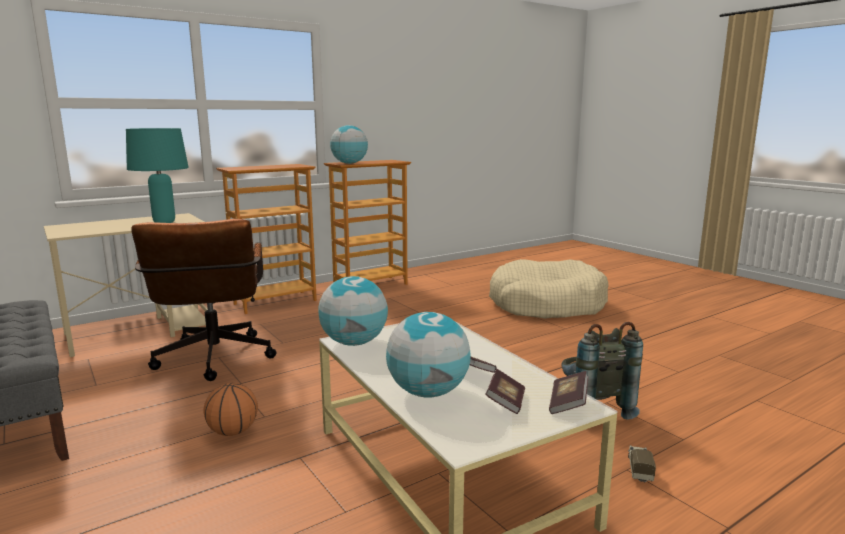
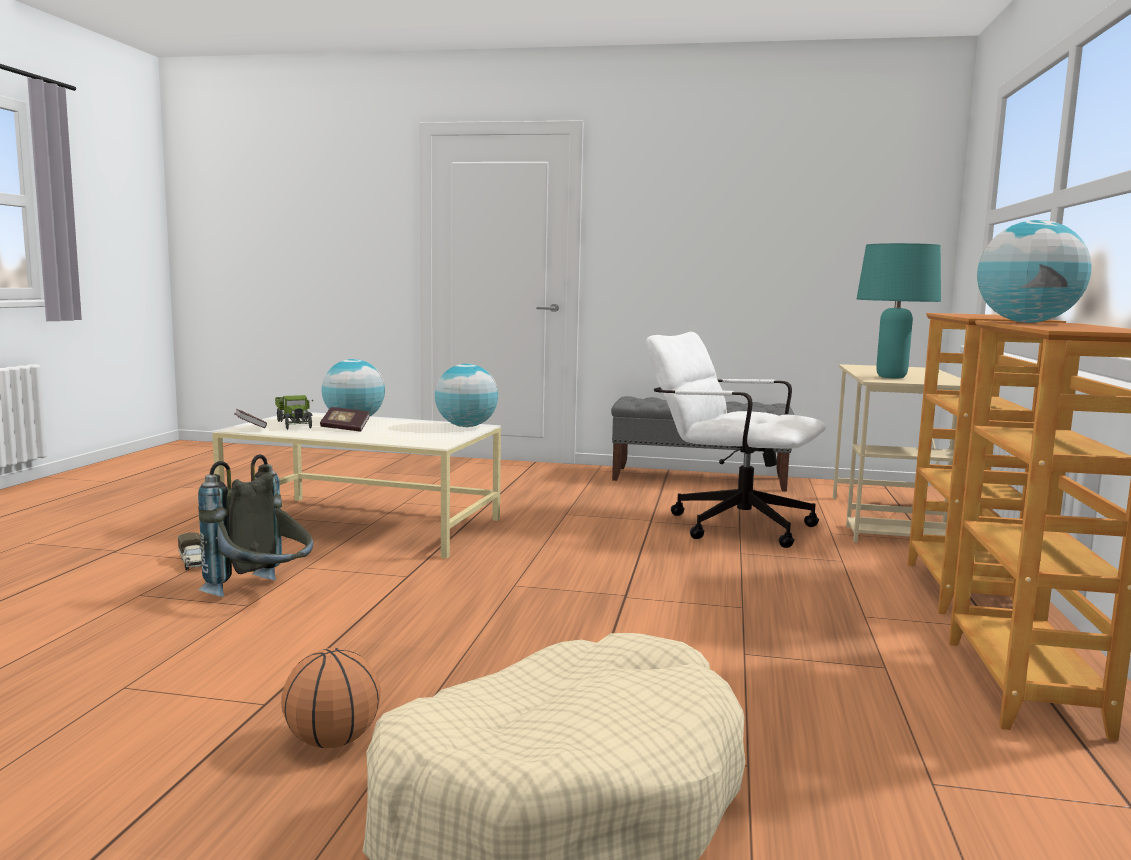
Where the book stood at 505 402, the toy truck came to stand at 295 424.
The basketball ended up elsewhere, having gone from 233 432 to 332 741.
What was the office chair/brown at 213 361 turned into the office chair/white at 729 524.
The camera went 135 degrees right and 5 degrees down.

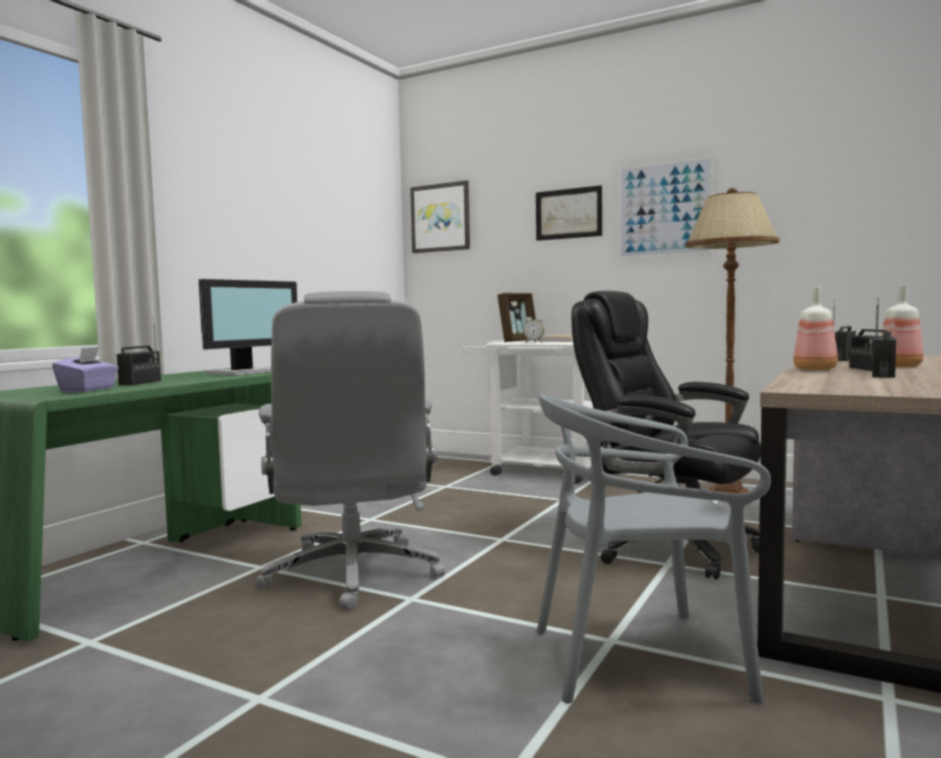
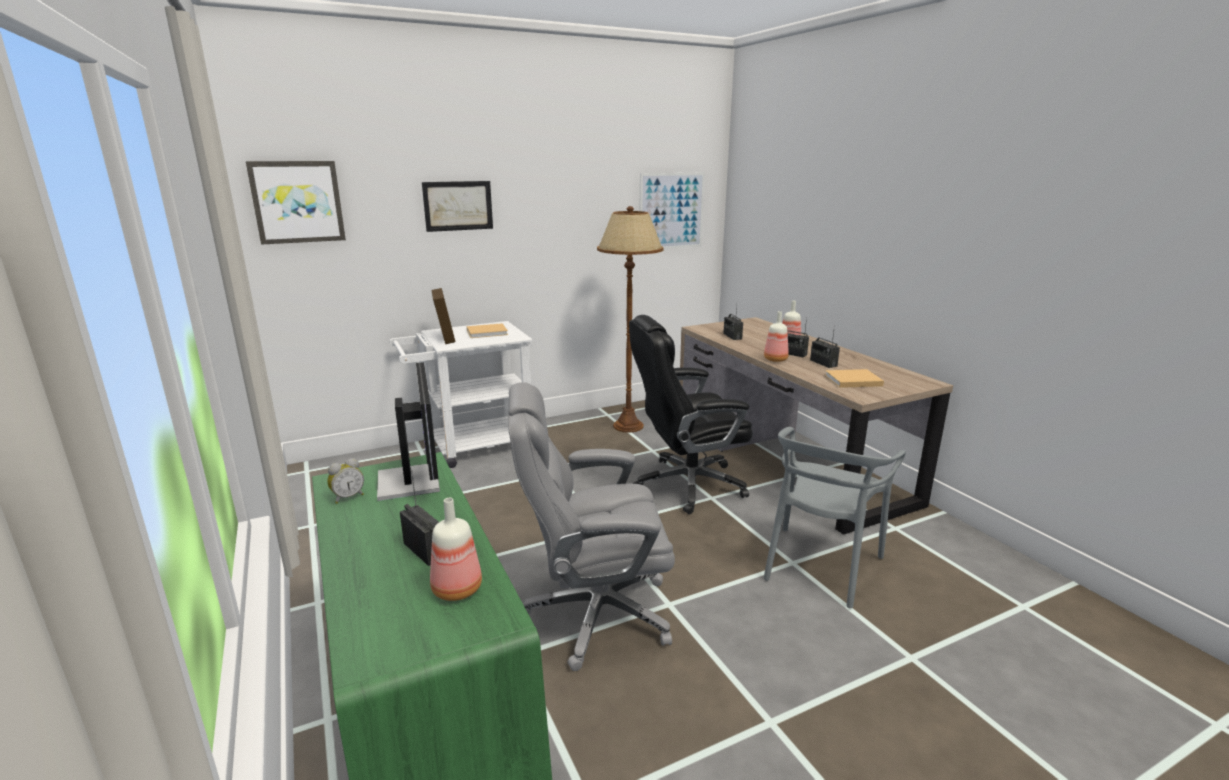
The alarm clock ended up elsewhere, having gone from 534 342 to 348 497.
Where the tissue box/purple stood at 88 390, the bottle came to stand at 455 589.
The office chair/grey at 353 574 ended up facing another way, 150 degrees clockwise from before.
The picture ended up elsewhere, having gone from 664 209 to 671 211.
The second view gained the book/beige at 851 380.
The camera went 55 degrees left and 15 degrees up.

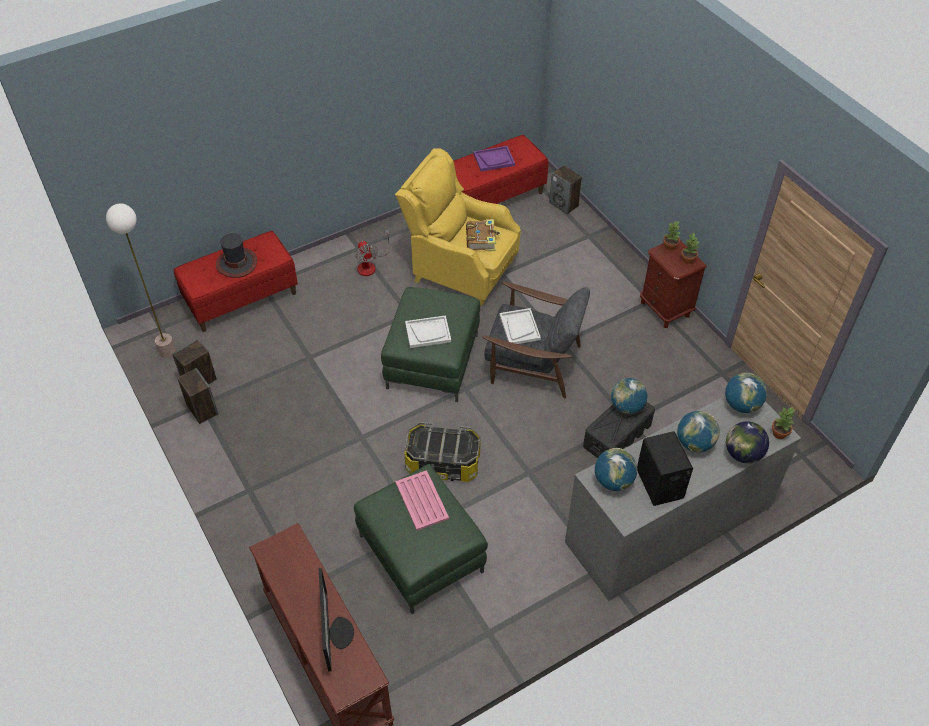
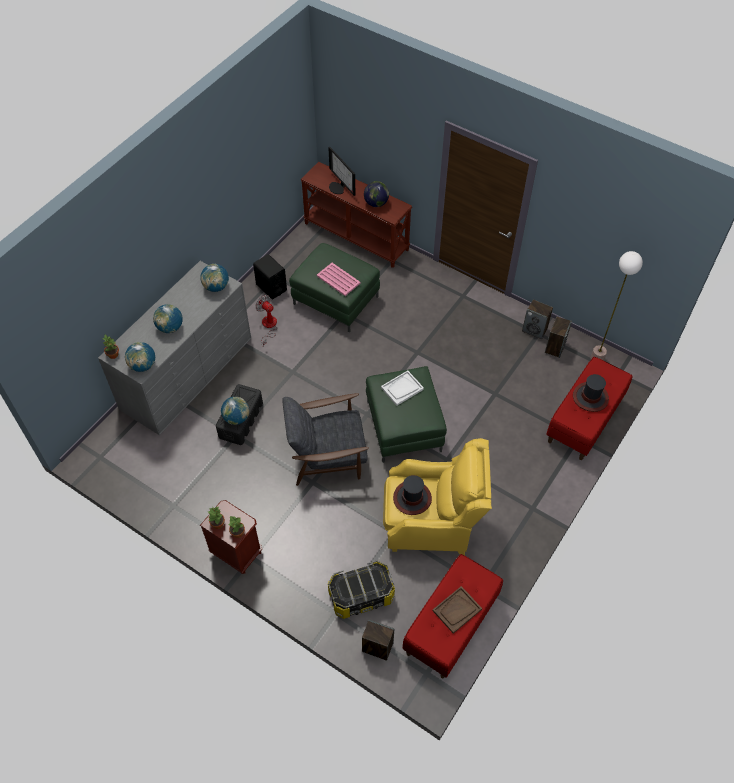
The speaker/black ended up elsewhere, having gone from 660 484 to 271 287.
The fan ended up elsewhere, having gone from 370 265 to 268 326.
The storage box ended up elsewhere, having gone from 443 463 to 361 596.
The globe ended up elsewhere, having gone from 743 454 to 376 203.
Where the book stood at 481 239, the hat came to stand at 412 498.
What was the tray/purple at 494 159 turned into the tray/brown at 457 610.
The second view lost the tray/white at 519 327.
The camera went 155 degrees right and 5 degrees up.

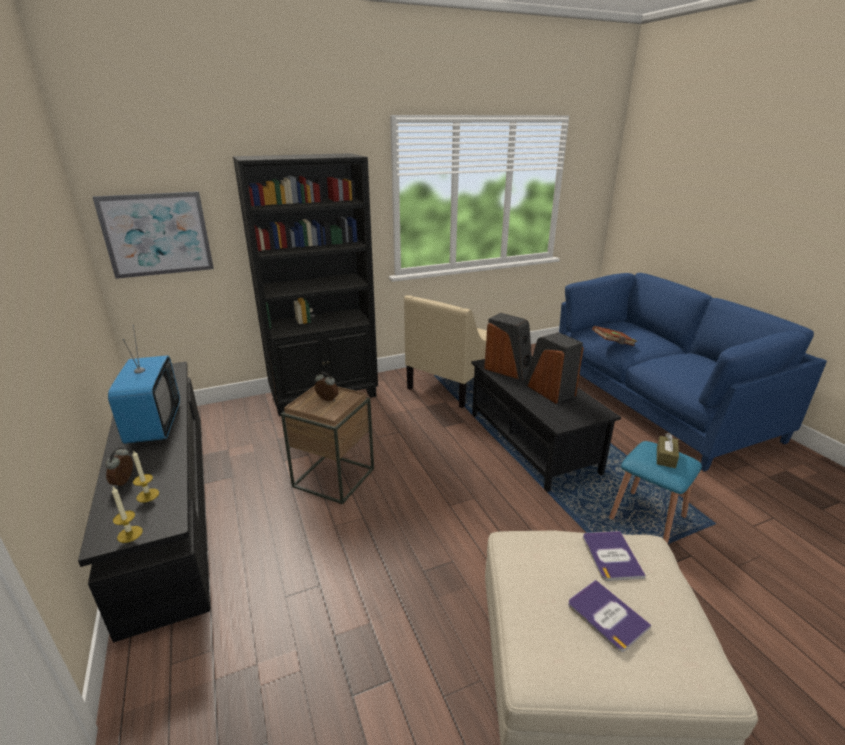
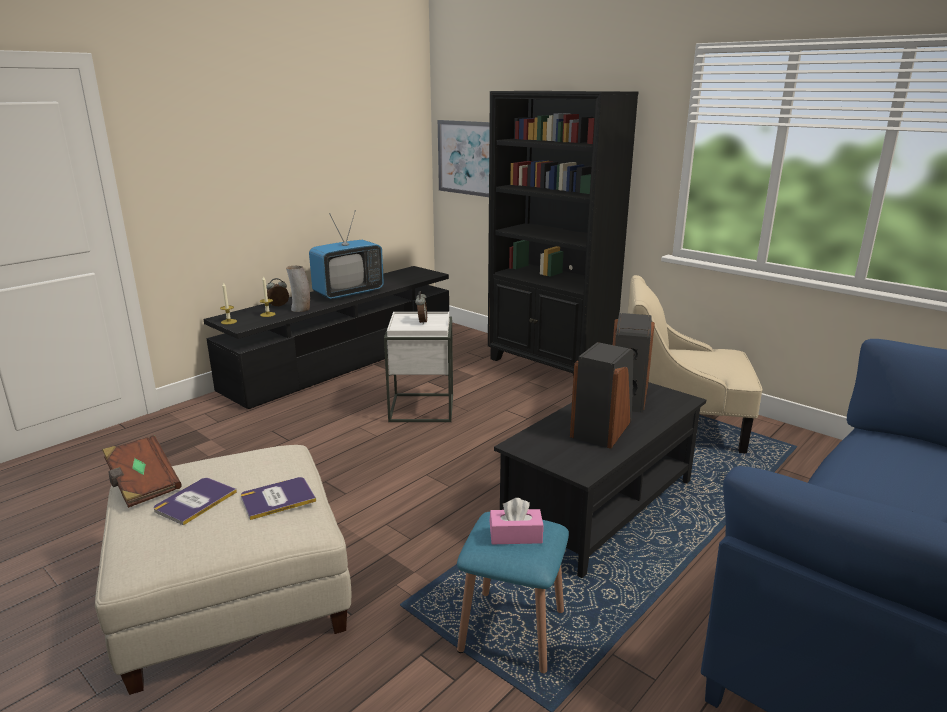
The book/brown ended up elsewhere, having gone from 613 343 to 142 484.
The second view gained the vase at 301 309.
What was the side table/brown at 333 477 turned into the side table/white at 422 408.
What was the tissue box/brown at 665 457 turned into the tissue box/pink at 515 535.
The camera went 65 degrees right and 5 degrees down.

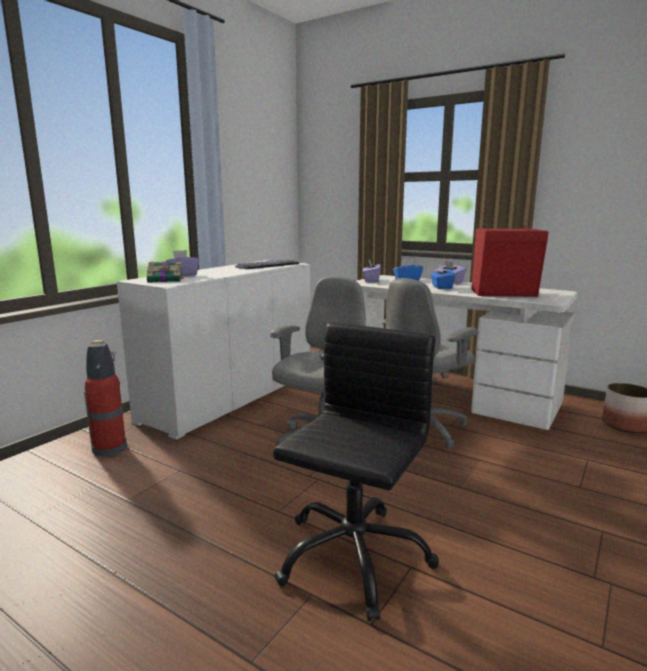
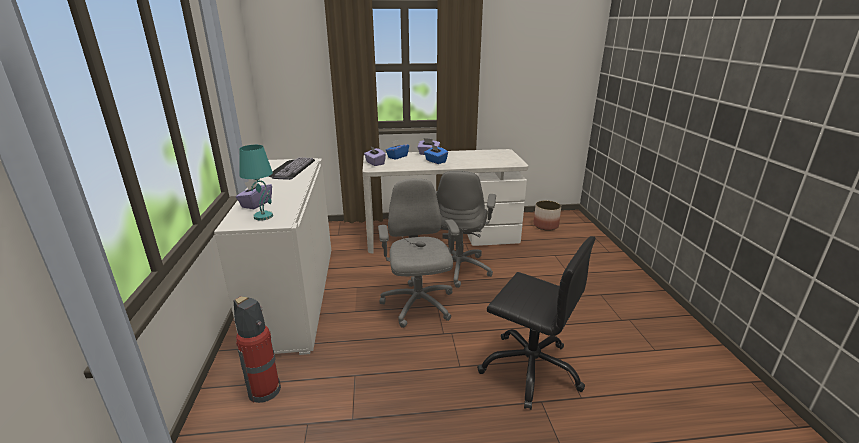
Where the book stood at 166 280, the table lamp/turquoise came to stand at 263 216.
The office chair/black at 352 556 ended up facing another way, 135 degrees clockwise from before.
The second view lost the speaker/red at 505 293.
The camera went 40 degrees left and 10 degrees up.

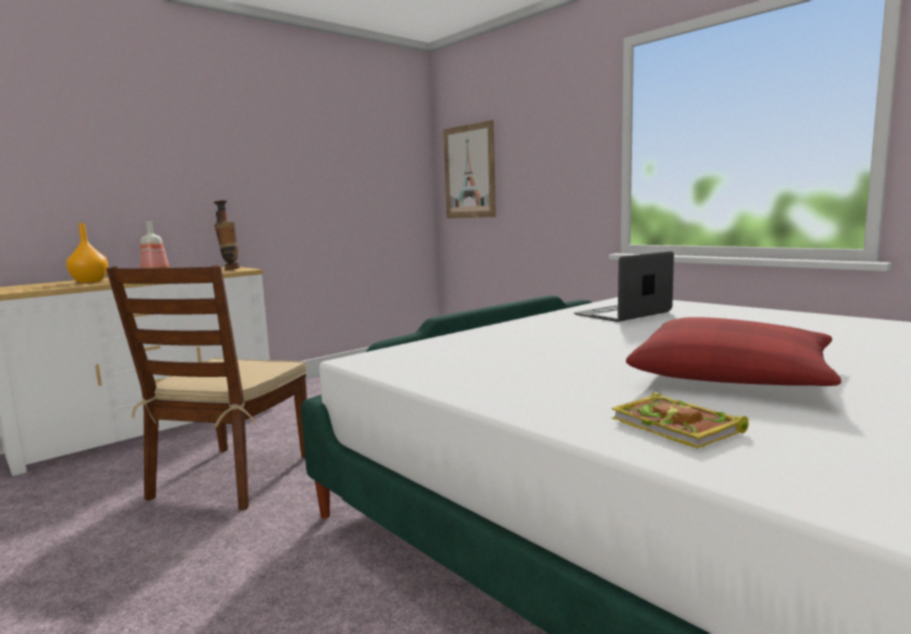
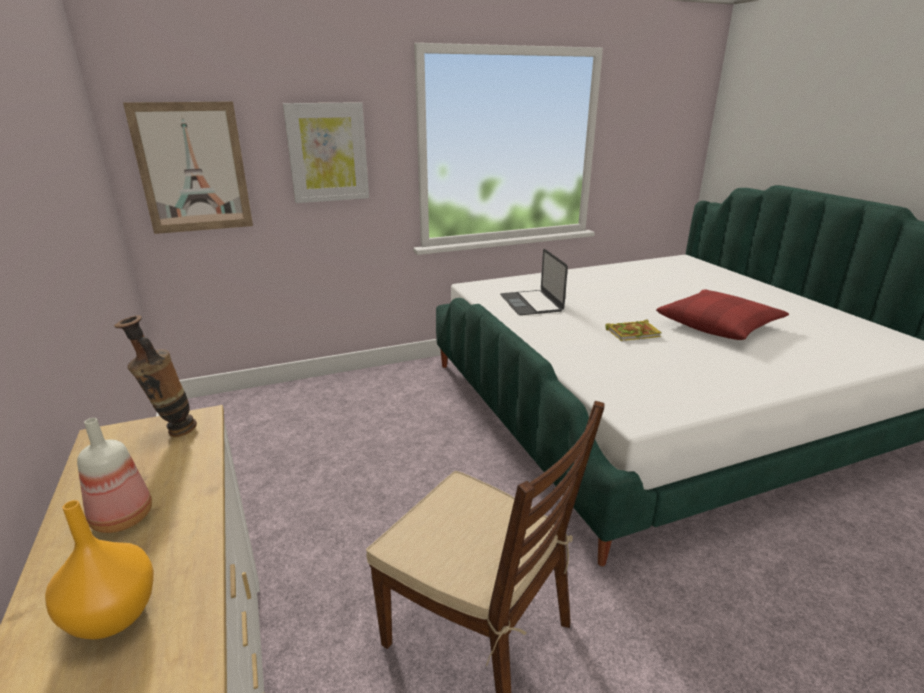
The second view gained the picture at 327 153.
The book ended up elsewhere, having gone from 679 427 to 633 333.
The camera went 70 degrees left and 15 degrees up.

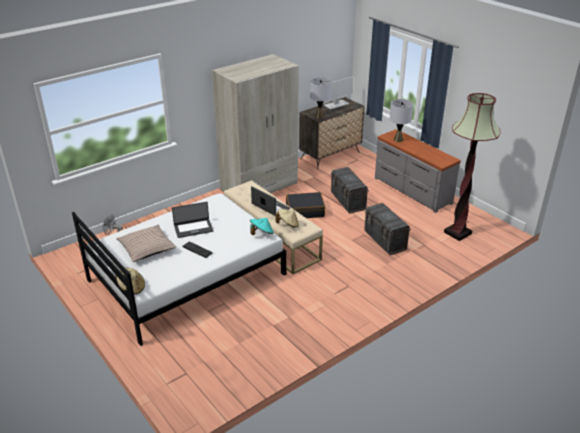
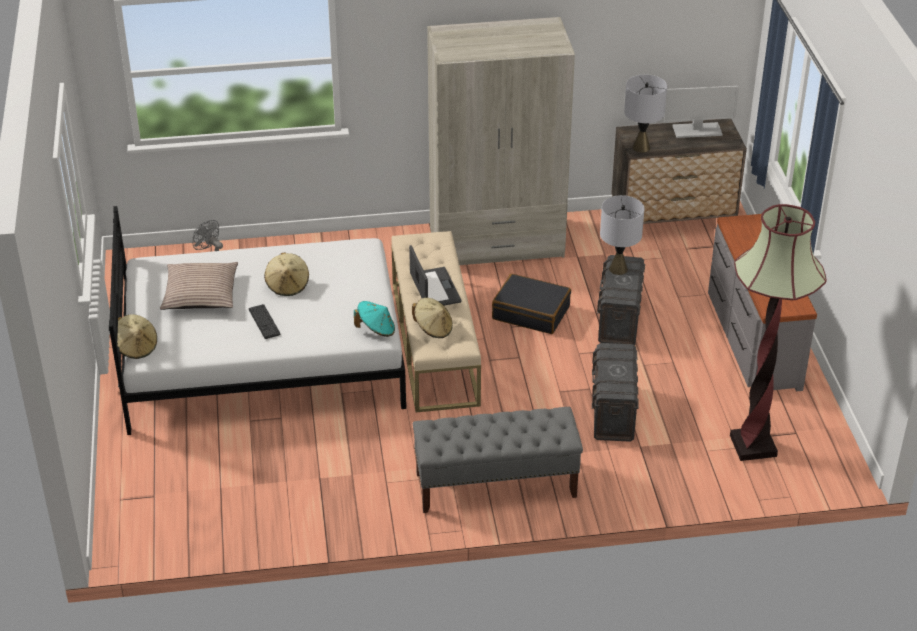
Where the laptop stood at 193 228, the hat/beige came to stand at 287 285.
The second view gained the bench/grey at 495 485.
The table lamp/grey ended up elsewhere, having gone from 398 139 to 618 269.
The camera went 30 degrees right and 5 degrees up.

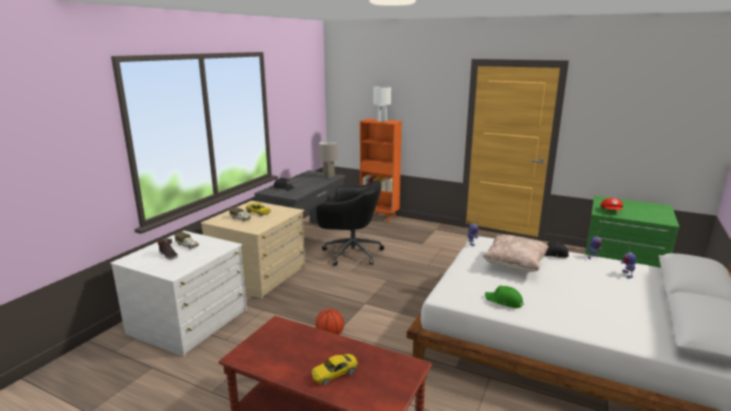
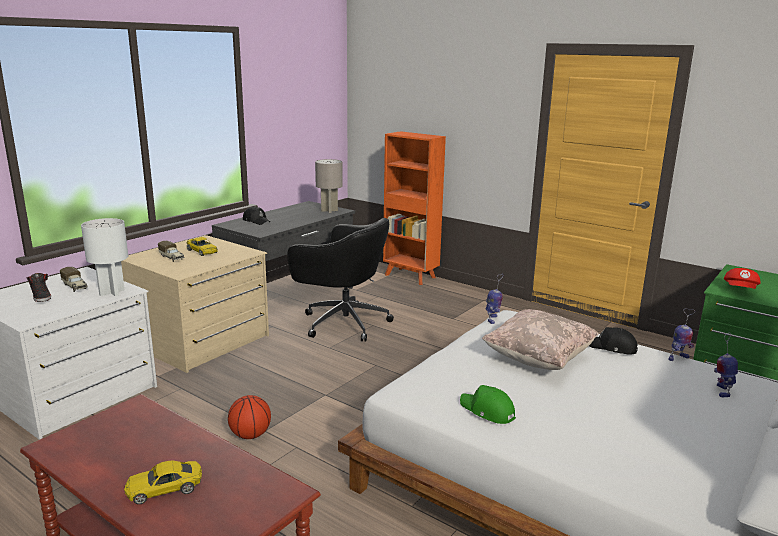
The table lamp/white ended up elsewhere, having gone from 381 120 to 112 292.
The camera went 10 degrees right and 0 degrees up.

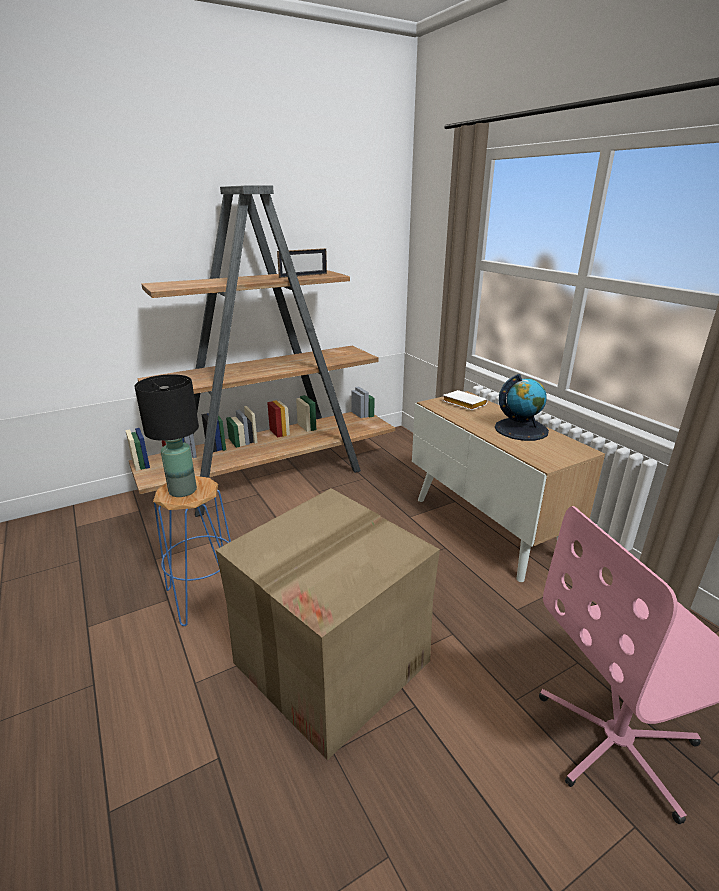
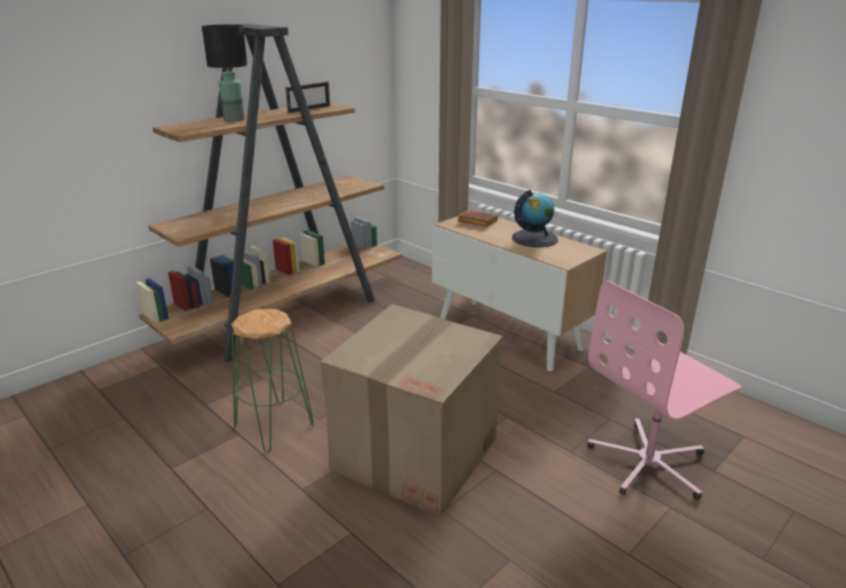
The table lamp/black ended up elsewhere, having gone from 182 491 to 234 120.
What was the stool/blue at 205 596 turned into the stool/green at 274 426.
What was the book/white at 462 404 turned into the book/brown at 476 222.
The camera went 15 degrees left and 0 degrees up.

